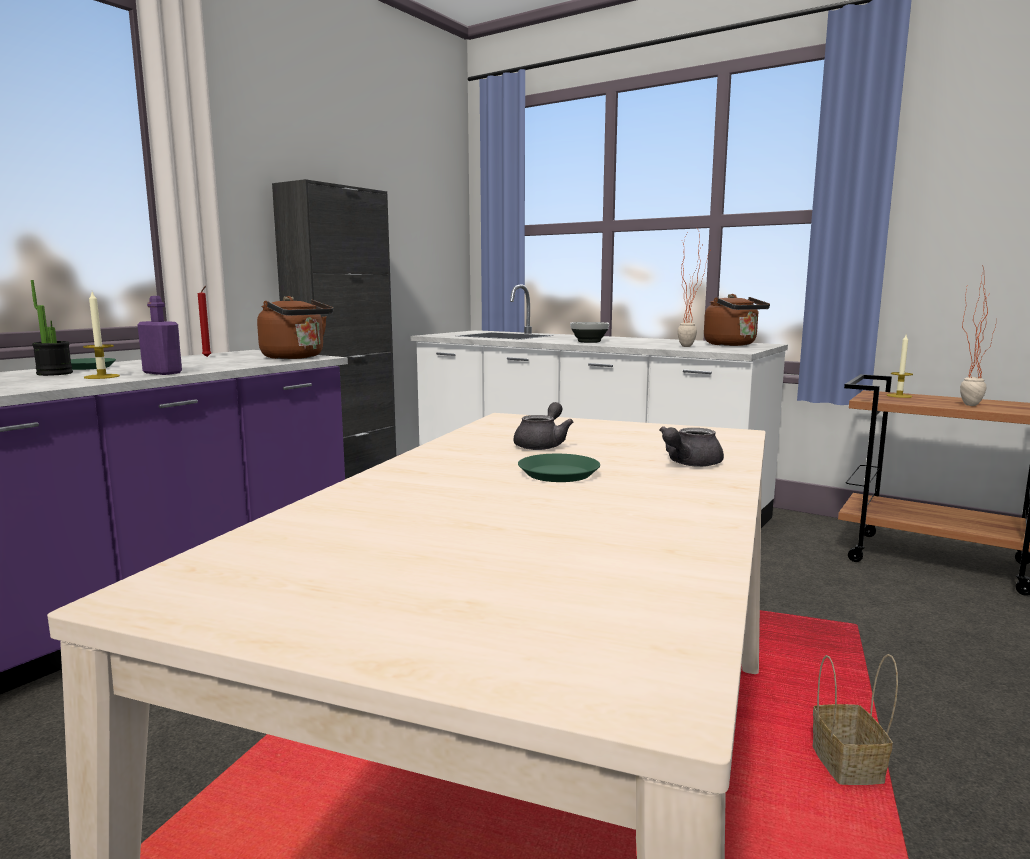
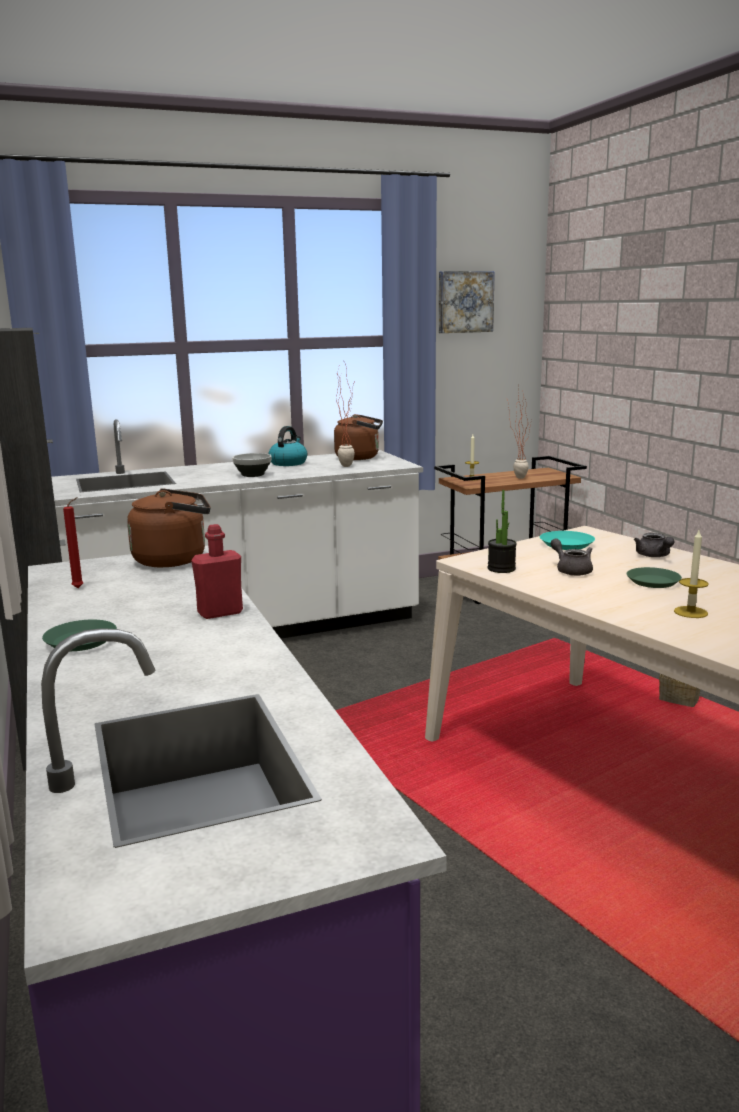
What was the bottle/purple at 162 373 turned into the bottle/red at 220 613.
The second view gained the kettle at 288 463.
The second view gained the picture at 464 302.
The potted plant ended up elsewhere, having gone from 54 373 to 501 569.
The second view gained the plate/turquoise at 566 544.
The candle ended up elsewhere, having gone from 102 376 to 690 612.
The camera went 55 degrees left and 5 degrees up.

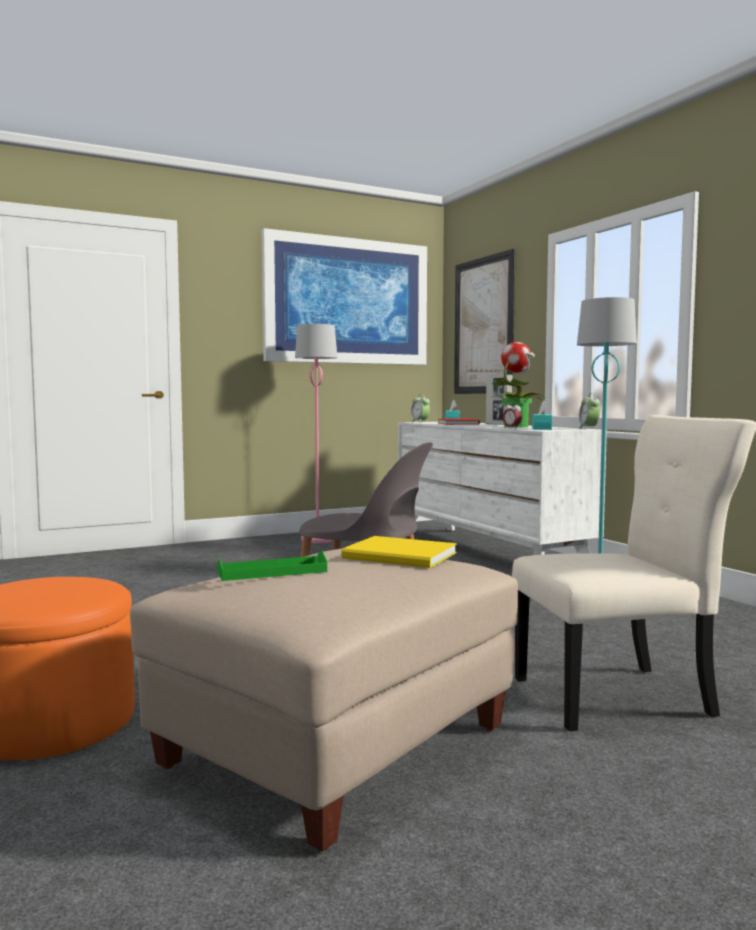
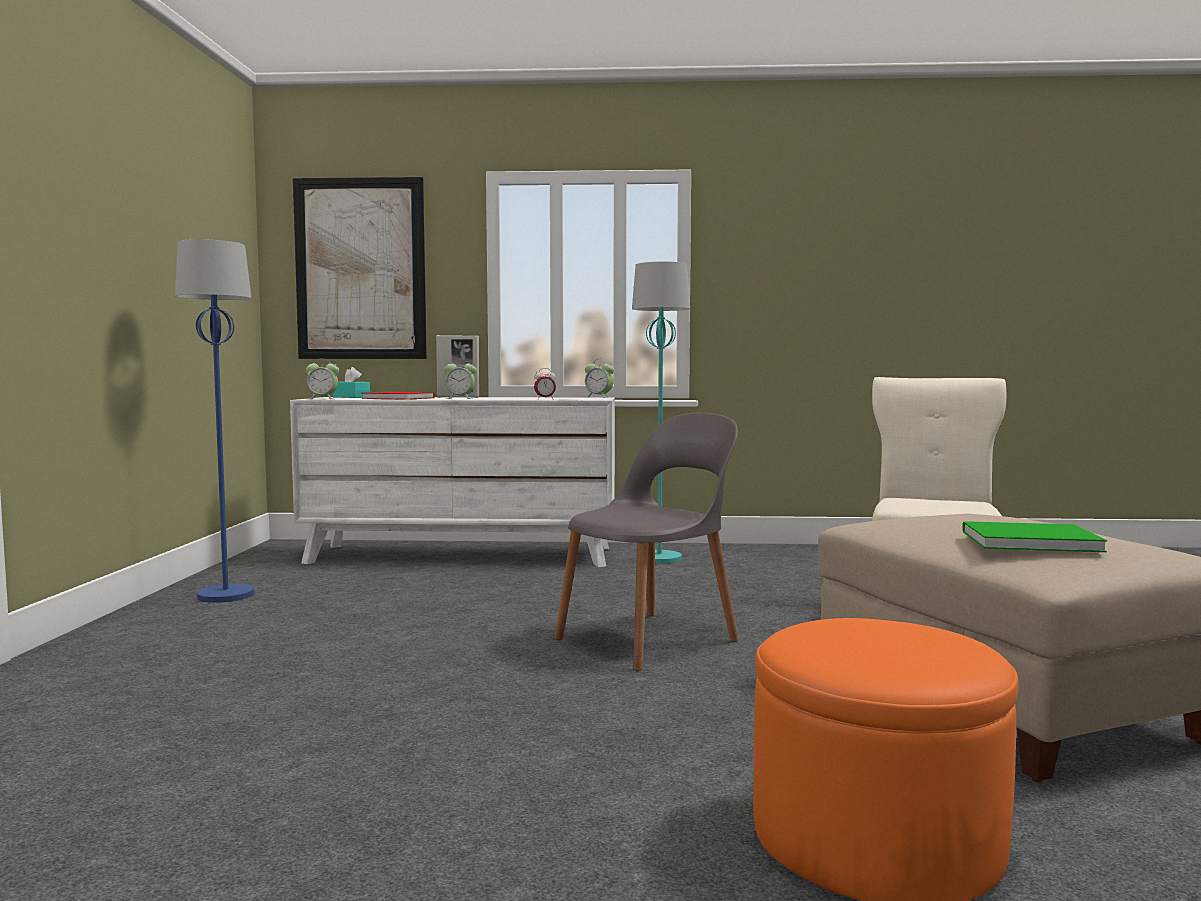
What was the floor lamp/pink at 318 539 turned into the floor lamp/blue at 226 595.
The second view gained the alarm clock at 460 398.
Where the tray/green stood at 272 572, the book/green came to stand at 1025 540.
The second view lost the picture at 347 301.
The second view lost the book/yellow at 401 556.
The second view lost the potted plant at 516 426.
The second view lost the tissue box/turquoise at 541 429.
The camera went 60 degrees left and 0 degrees up.

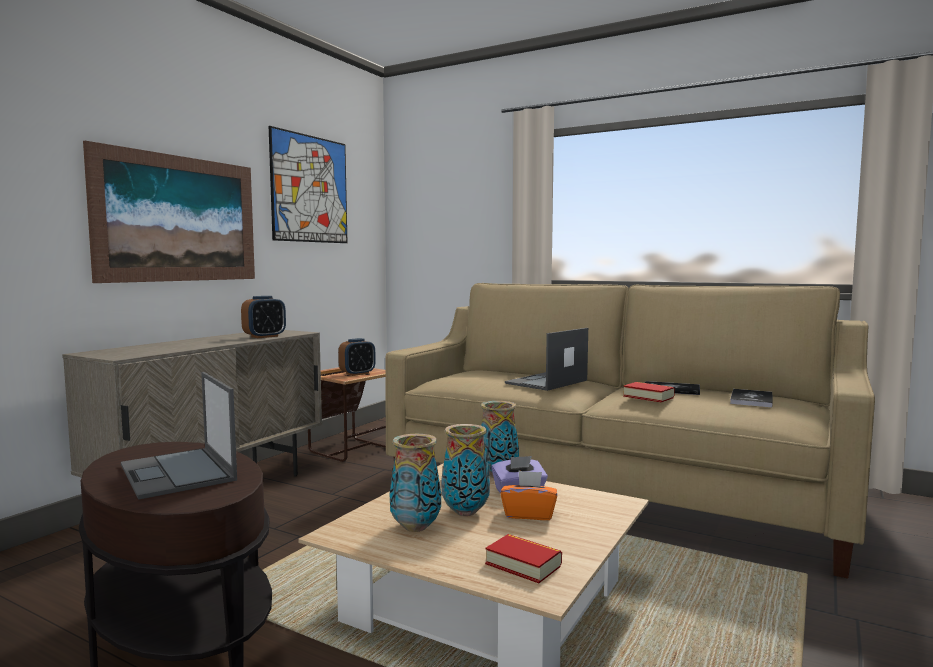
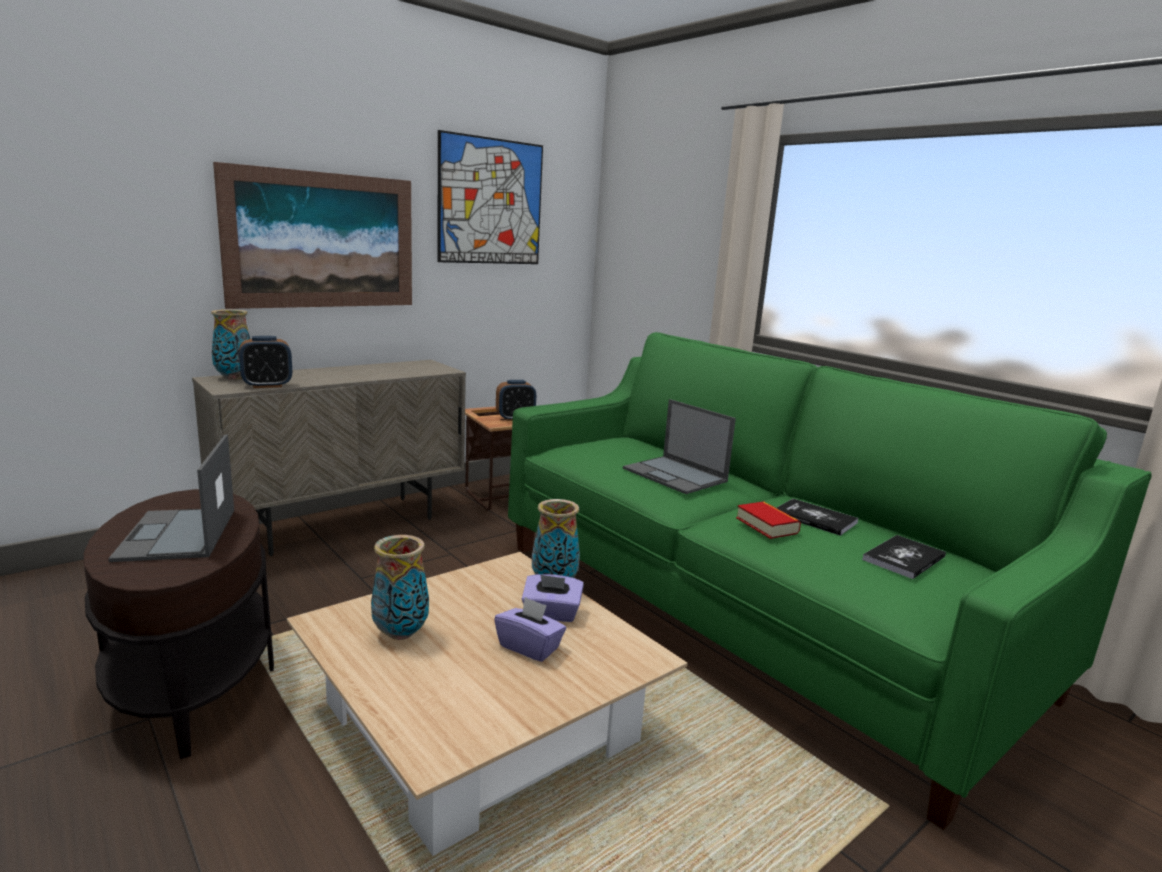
The vase ended up elsewhere, having gone from 466 512 to 235 377.
The alarm clock ended up elsewhere, having gone from 264 336 to 267 385.
What was the tissue box/orange at 529 514 turned into the tissue box/purple at 529 647.
What was the sofa/beige at 612 489 turned into the sofa/green at 749 614.
The laptop at 546 382 ended up facing another way, 105 degrees counterclockwise from before.
The second view lost the book at 523 565.
The camera went 20 degrees right and 10 degrees up.

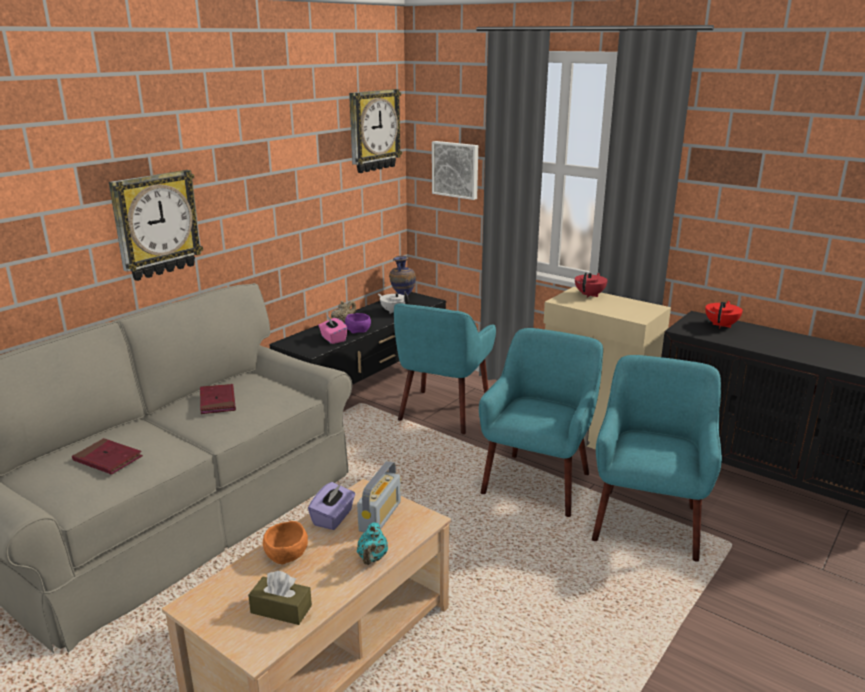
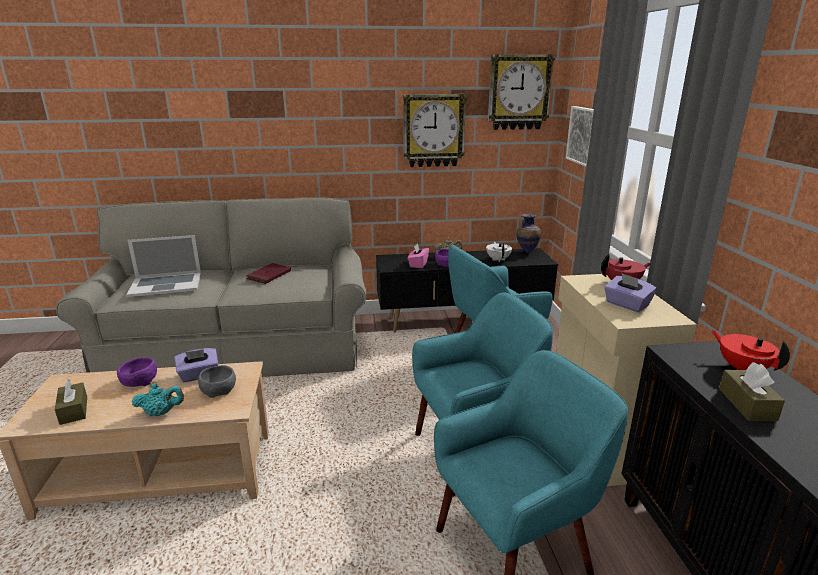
What was the bowl/orange at 286 554 turned into the bowl/purple at 138 381.
Where the book/red stood at 108 459, the laptop came to stand at 166 284.
The teapot/turquoise at 372 558 ended up facing another way, 150 degrees counterclockwise from before.
Where the radio stood at 380 516, the bowl/grey came to stand at 219 389.
The wall clock ended up elsewhere, having gone from 156 224 to 433 130.
The second view gained the tissue box/purple at 626 305.
The teapot/red at 721 325 ended up facing another way, 105 degrees counterclockwise from before.
The second view gained the tissue box/brown at 747 404.
The camera went 45 degrees right and 0 degrees up.

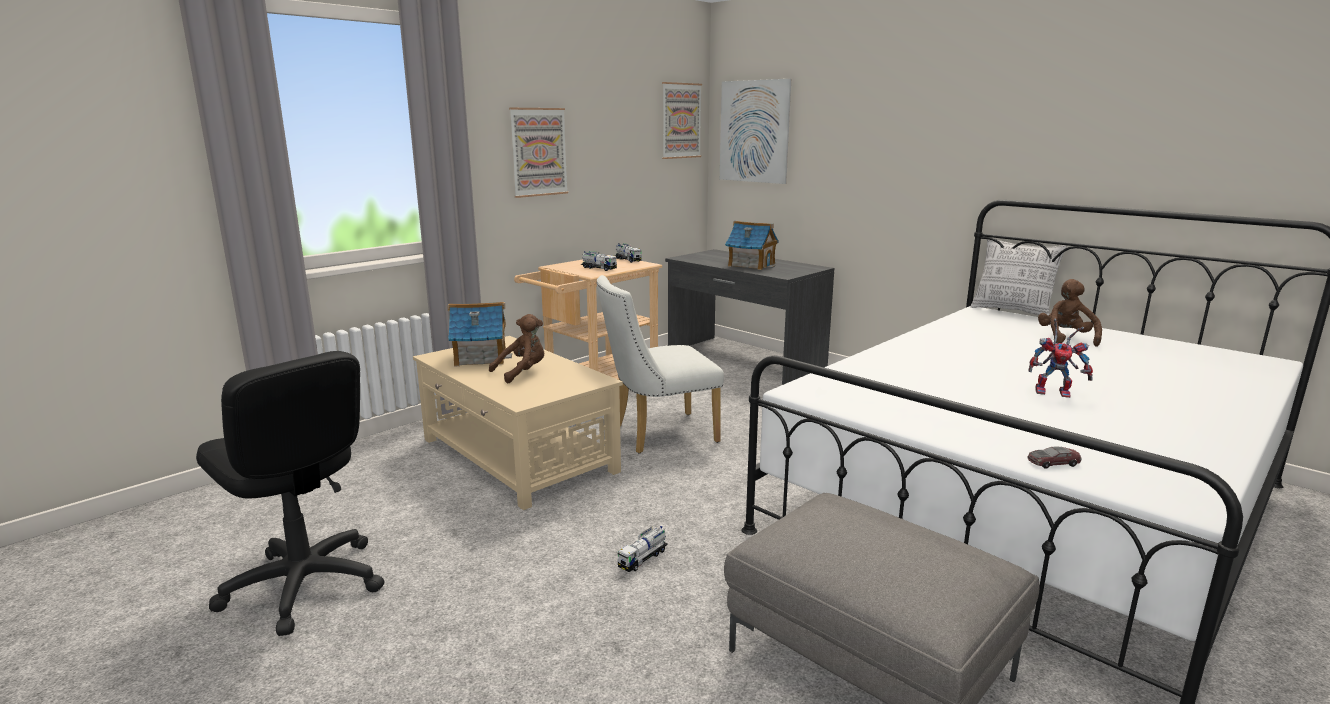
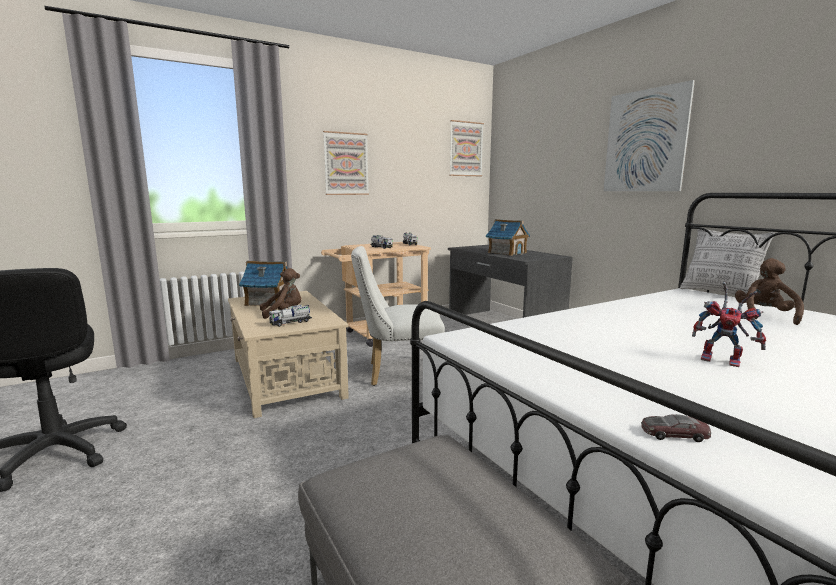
The toy truck ended up elsewhere, having gone from 643 558 to 291 323.
The picture ended up elsewhere, having gone from 754 131 to 645 141.
The camera went 15 degrees right and 5 degrees down.

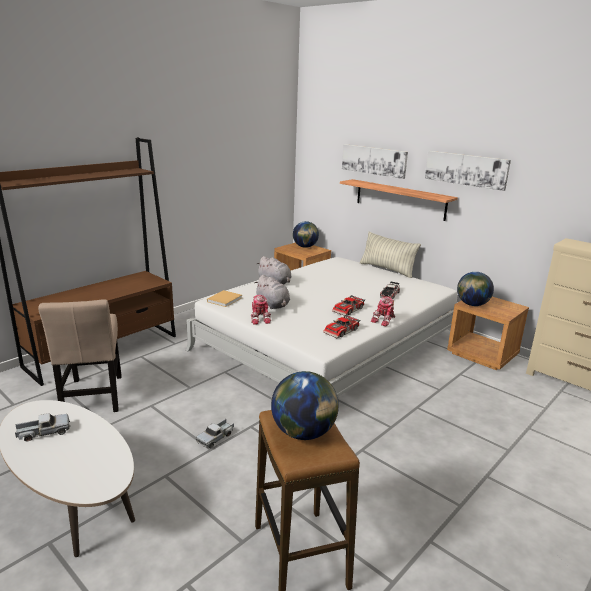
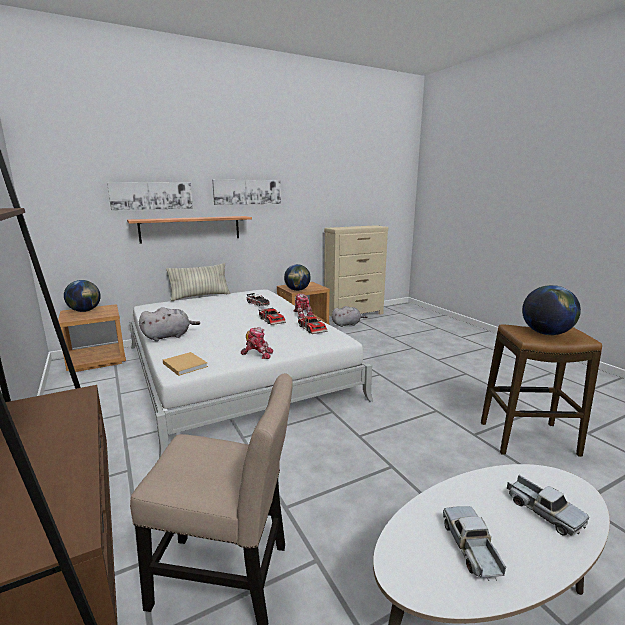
The plush toy/grey ended up elsewhere, having gone from 273 305 to 347 324.
The toy truck ended up elsewhere, having gone from 216 437 to 543 511.
The camera went 70 degrees left and 5 degrees down.

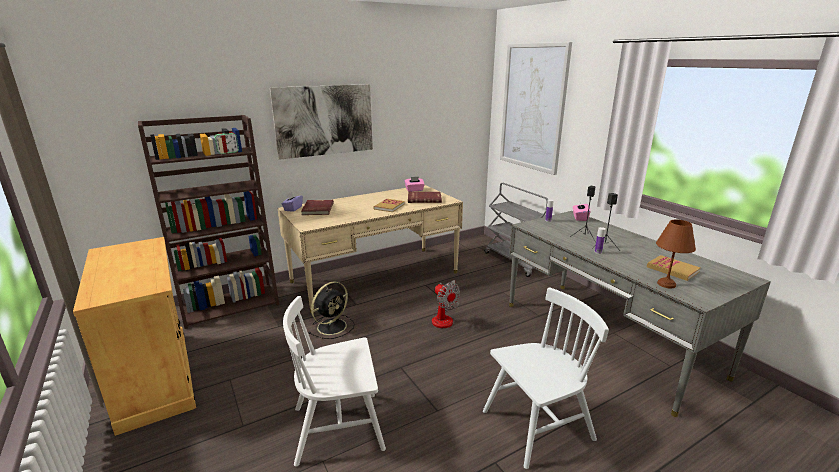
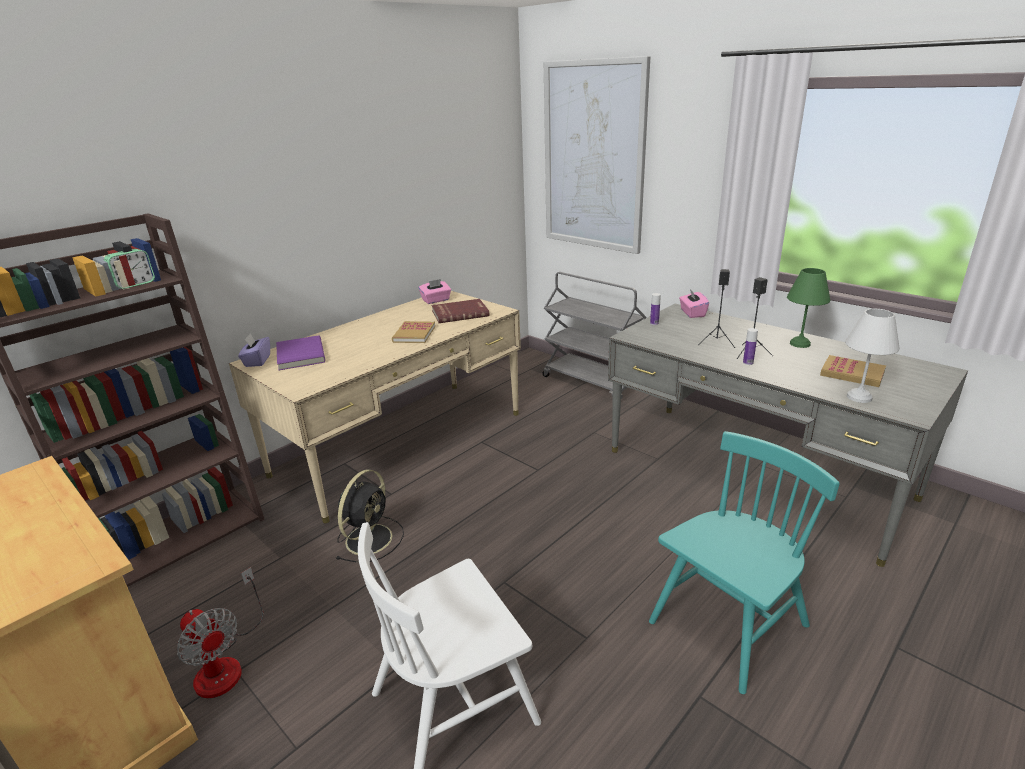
The fan ended up elsewhere, having gone from 444 317 to 226 663.
What was the book/red at 317 209 turned into the book/purple at 299 355.
What was the chair/white at 537 426 turned into the chair/turquoise at 728 625.
The second view gained the table lamp/green at 798 343.
What was the table lamp/brown at 665 284 turned into the table lamp/white at 858 397.
The second view lost the picture at 324 120.
The camera went 15 degrees left and 5 degrees up.

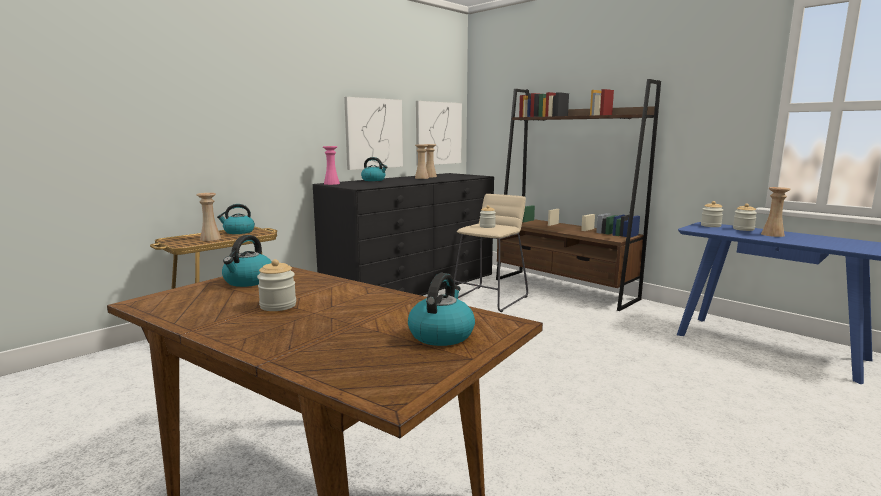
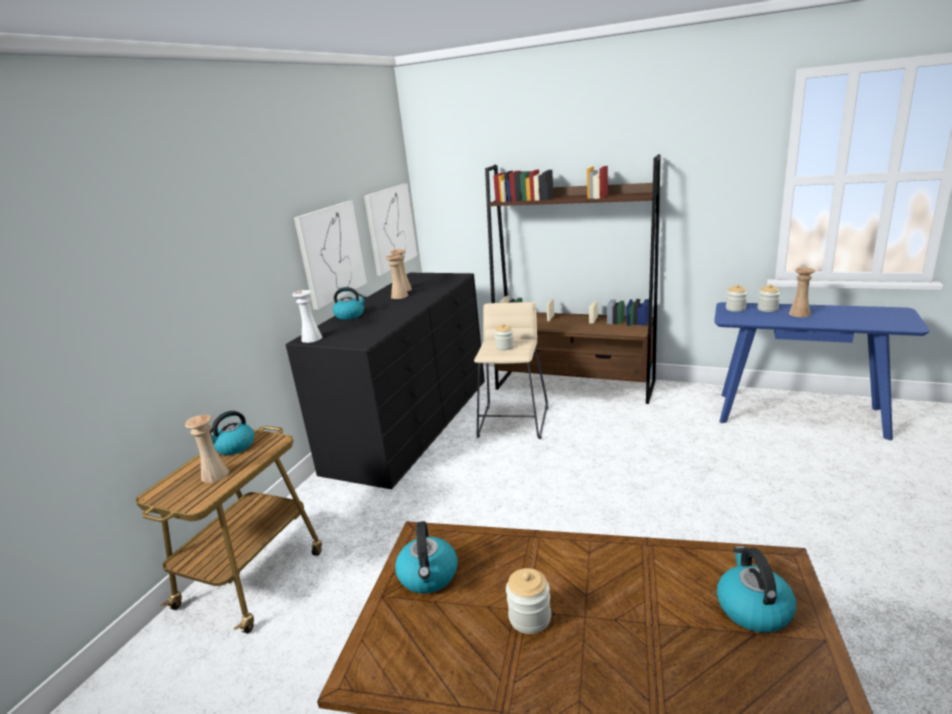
What was the vase/pink at 331 183 turned into the vase/white at 311 338.
The camera went 20 degrees left and 10 degrees up.

